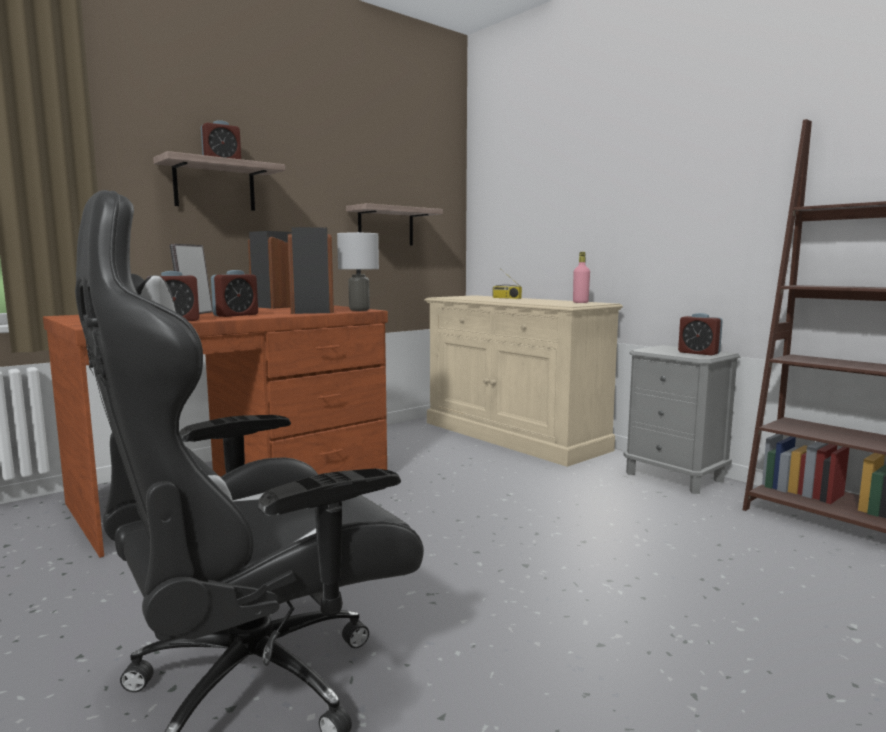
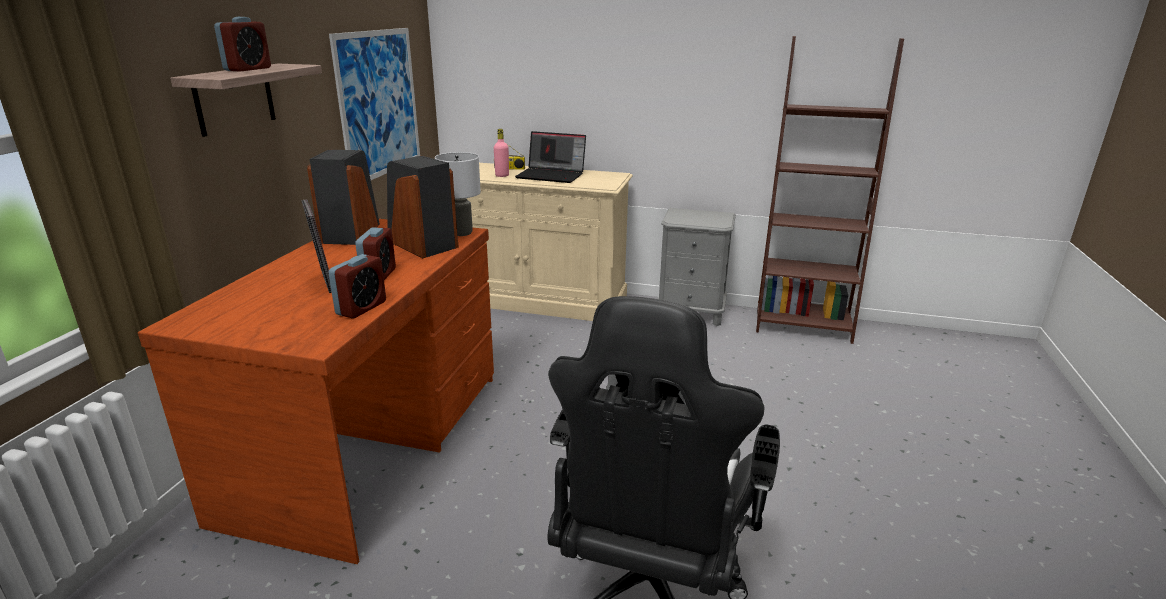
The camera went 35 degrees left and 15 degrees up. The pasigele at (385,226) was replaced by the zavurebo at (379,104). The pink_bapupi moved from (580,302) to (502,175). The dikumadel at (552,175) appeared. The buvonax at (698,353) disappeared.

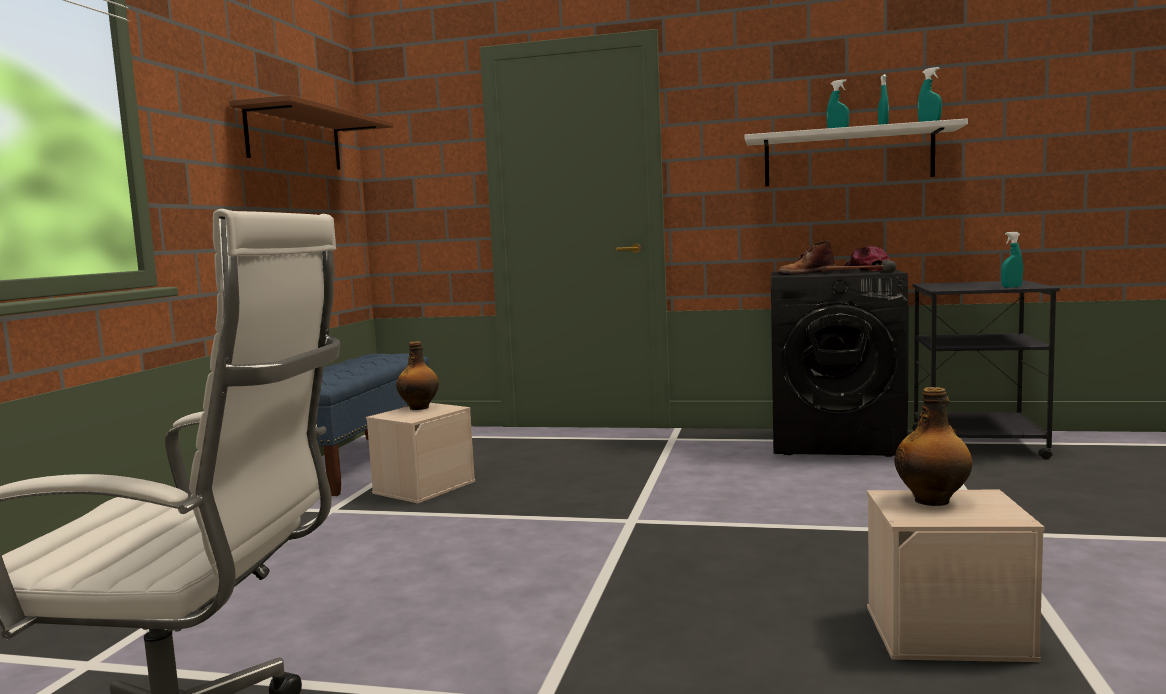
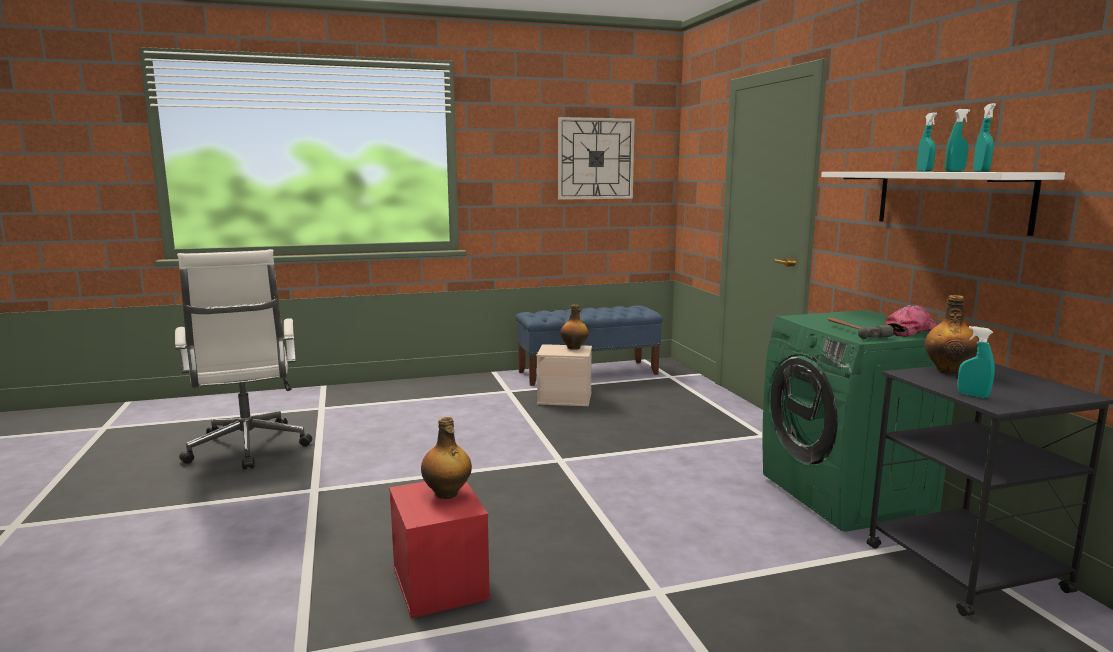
The camera went 60 degrees right and 5 degrees up. The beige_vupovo at (948,632) became the red_vupovo at (441,583). The brown_pasigele at (295,139) was replaced by the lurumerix at (595,158). The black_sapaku at (836,444) became the green_sapaku at (845,498). The bapupi at (948,371) appeared. The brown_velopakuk at (805,273) disappeared.

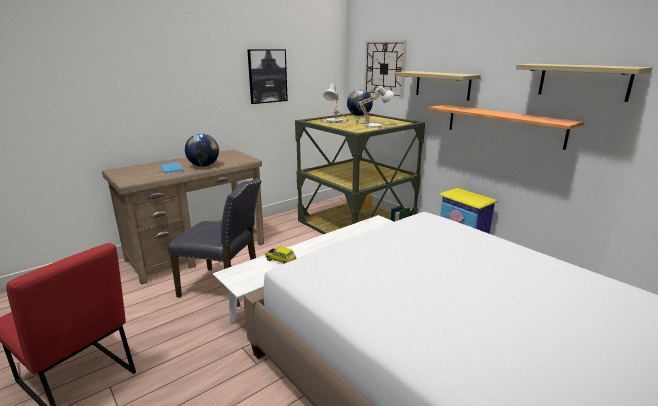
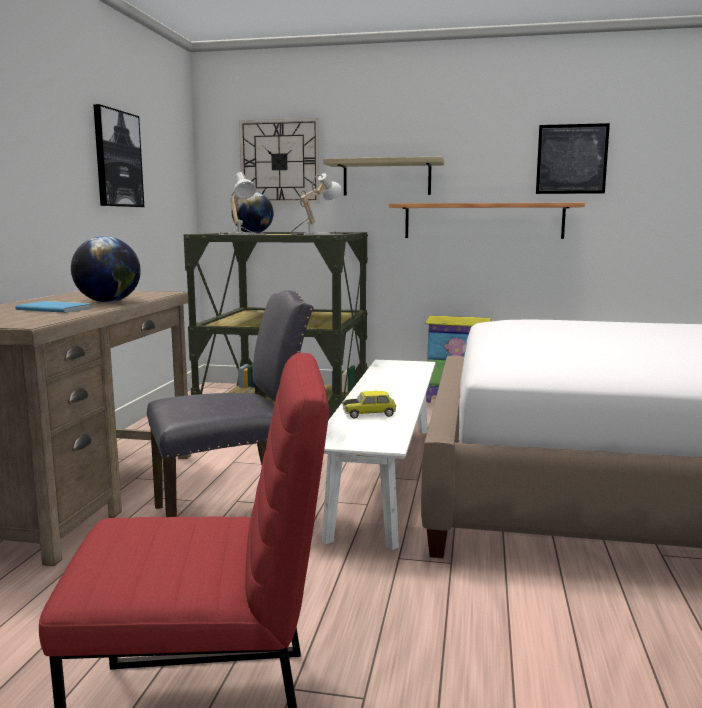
The camera went 40 degrees left and 10 degrees down. The pasigele at (583,81) was replaced by the zavurebo at (571,159).

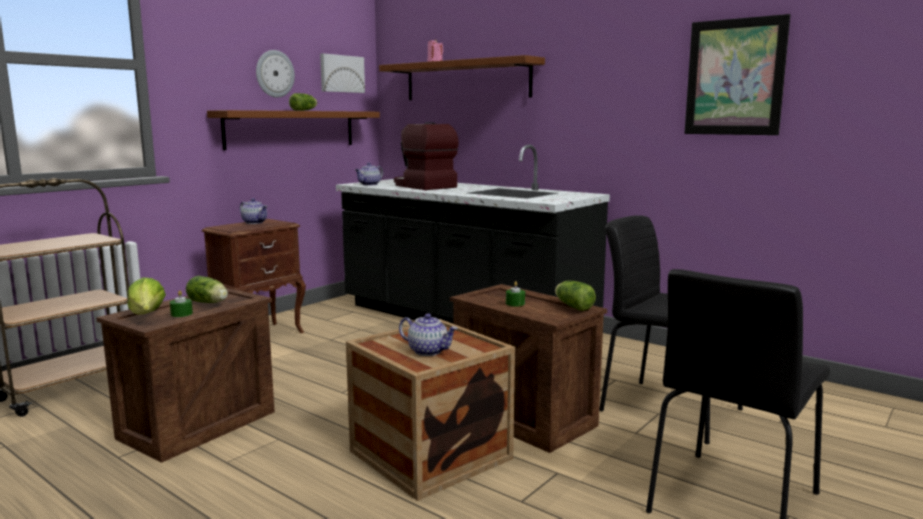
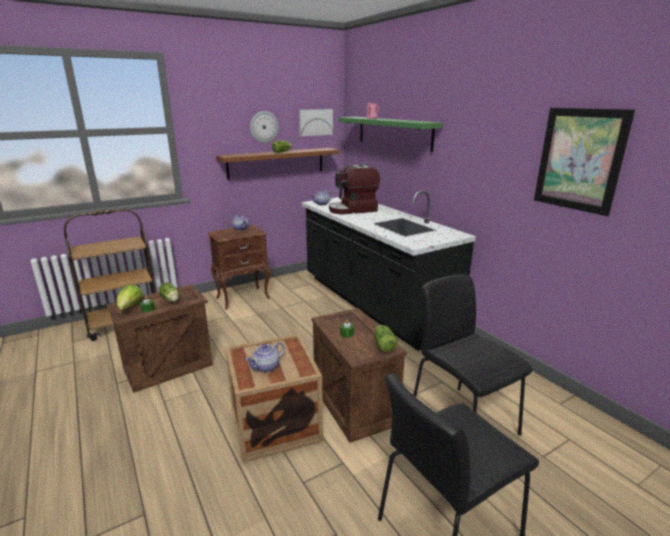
The camera went 20 degrees right and 10 degrees up. The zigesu at (428,351) turned 90 degrees clockwise. The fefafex at (423,186) turned 90 degrees counterclockwise. The brown_pasigele at (466,80) became the green_pasigele at (393,132).

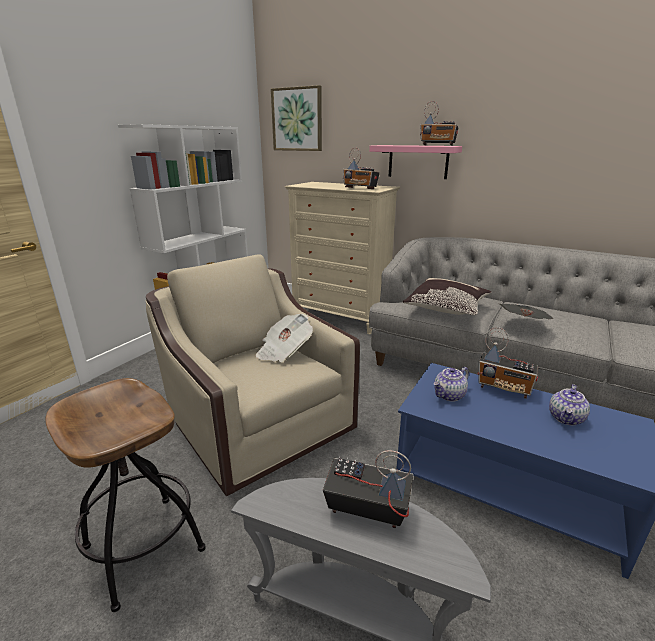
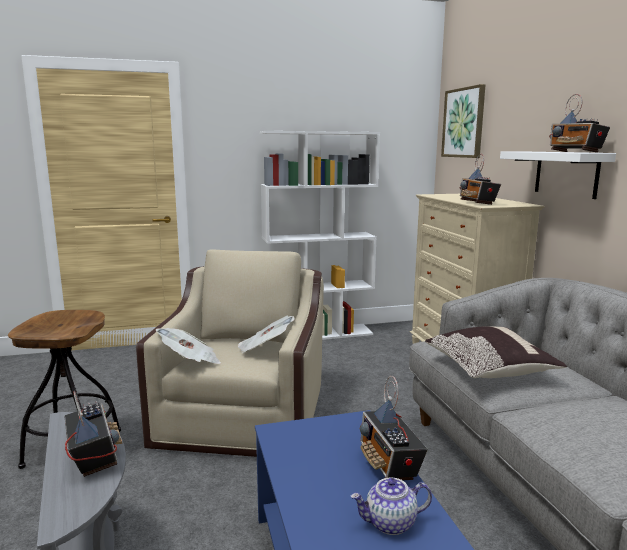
The camera went 45 degrees right and 10 degrees down. The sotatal moved from (523,324) to (190,361). The pink_pasigele at (418,161) became the white_pasigele at (566,173). The zigesu at (449,395) disappeared.

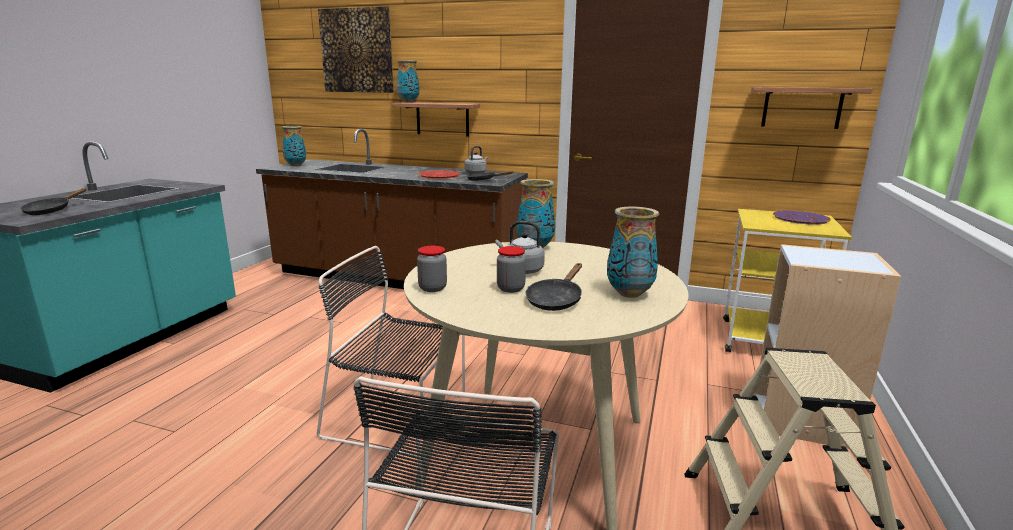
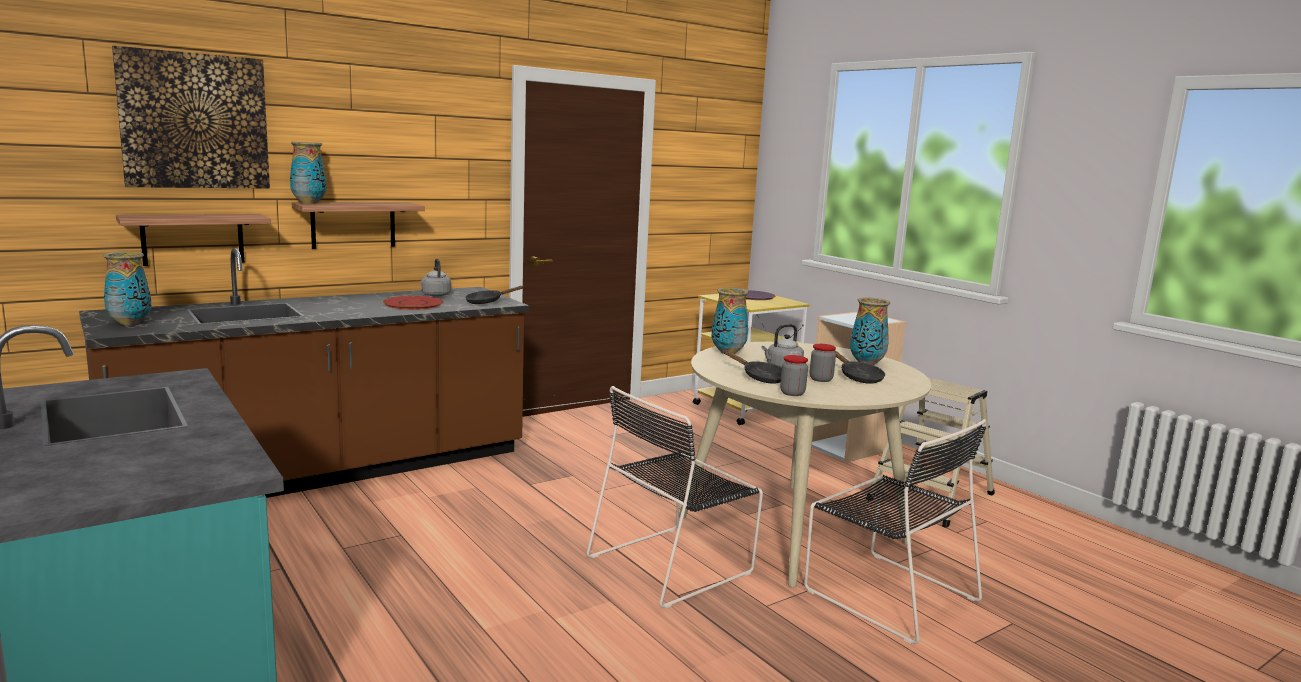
The camera went 55 degrees left and 5 degrees down. The pasigele moved from (802,107) to (193,239). The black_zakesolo moved from (51,211) to (760,377).

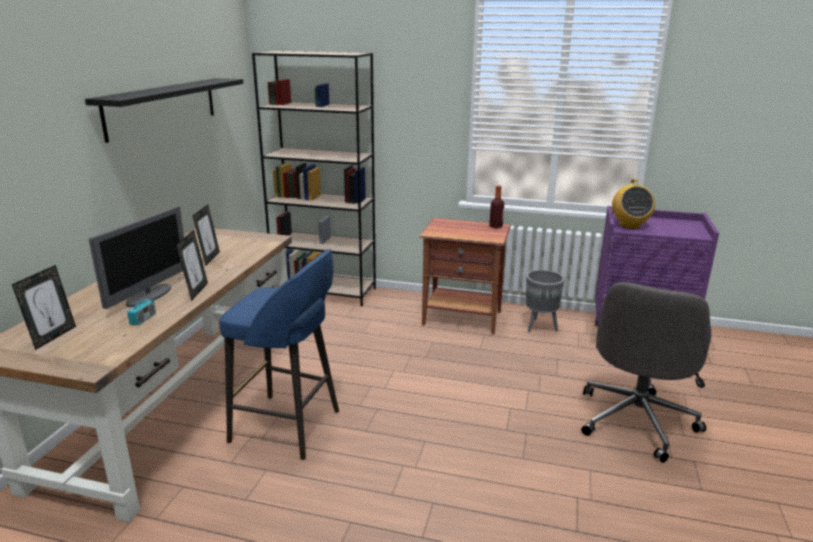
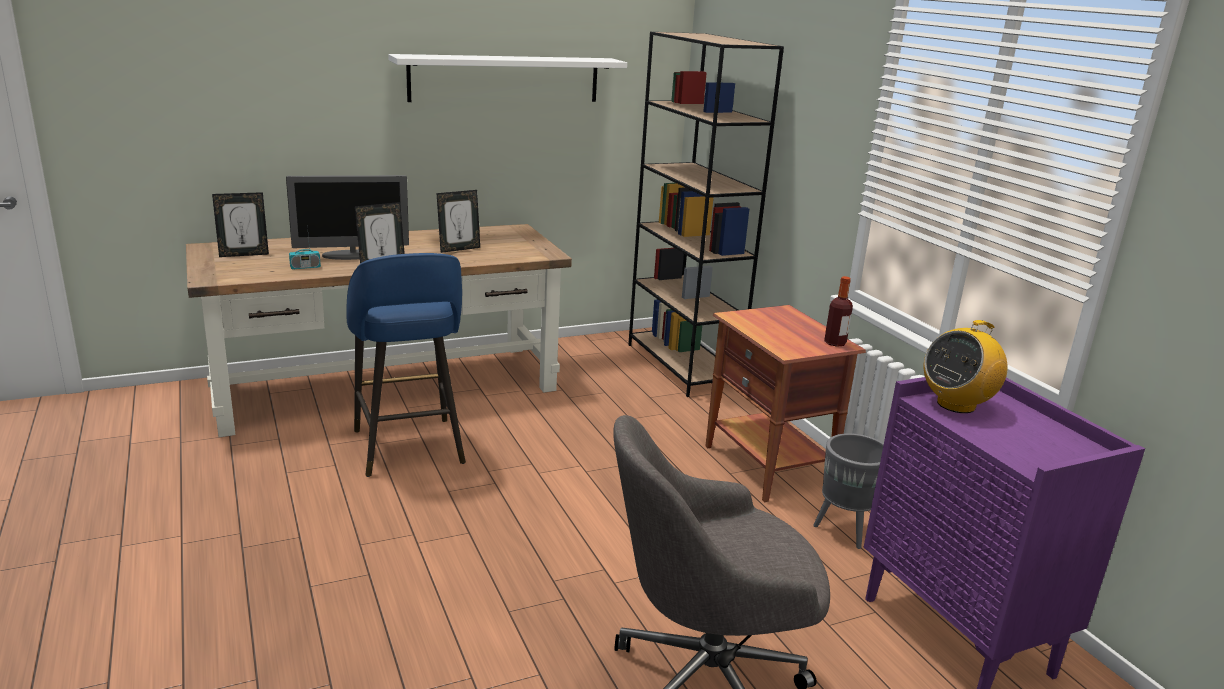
The camera went 50 degrees right and 0 degrees up. The black_pasigele at (163,107) became the white_pasigele at (505,79).

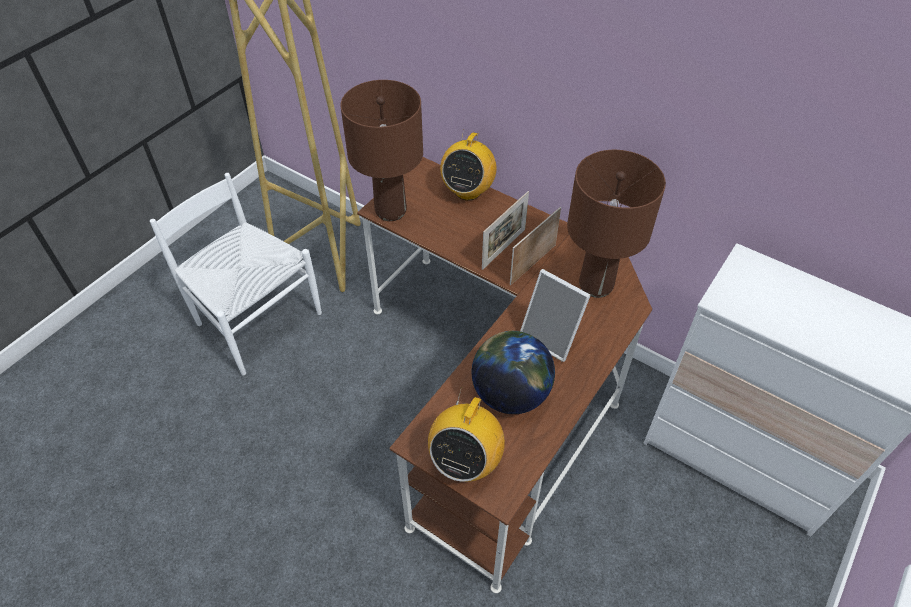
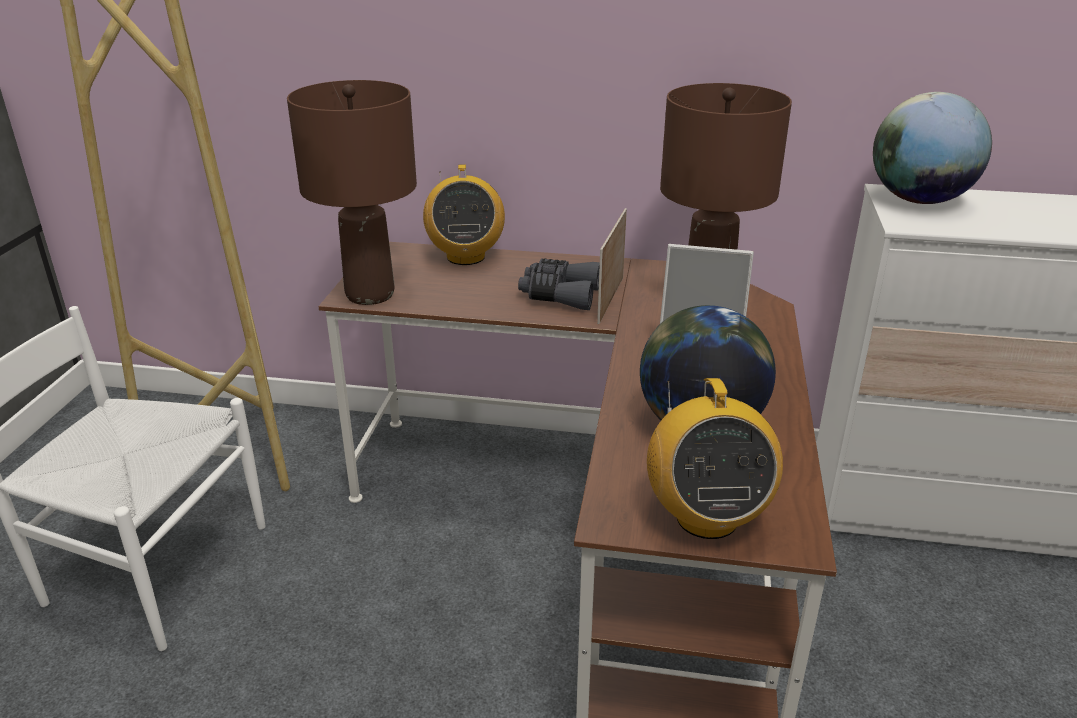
The camera went 25 degrees left and 20 degrees down. The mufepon at (503,249) was replaced by the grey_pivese at (559,295). The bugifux at (918,200) appeared.

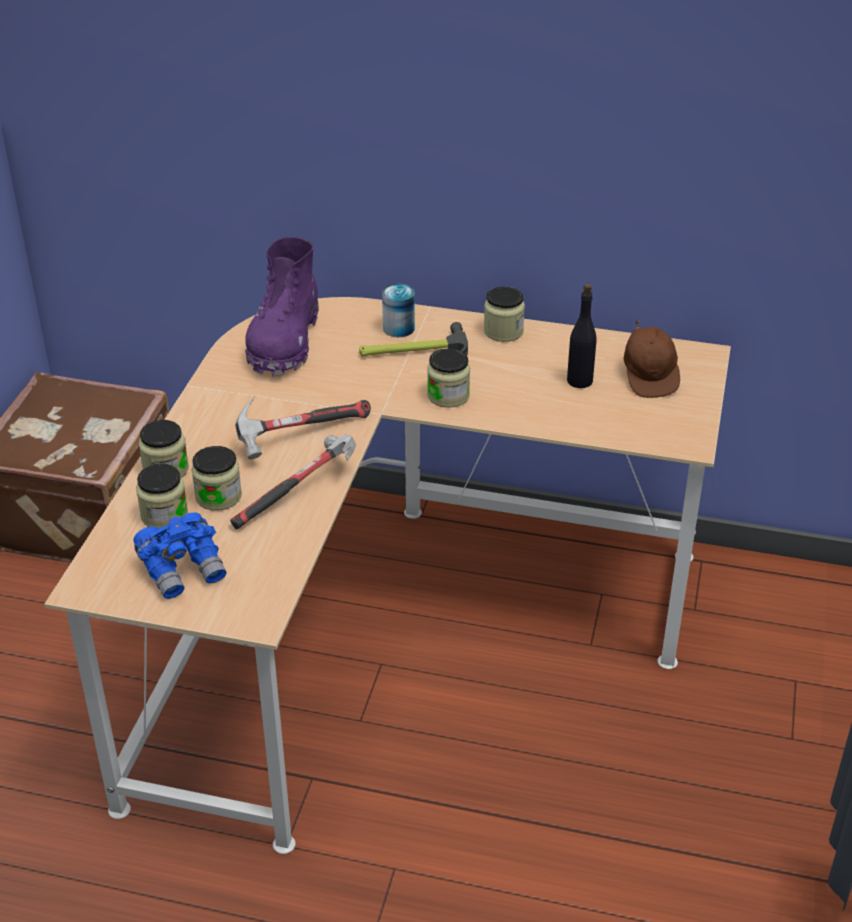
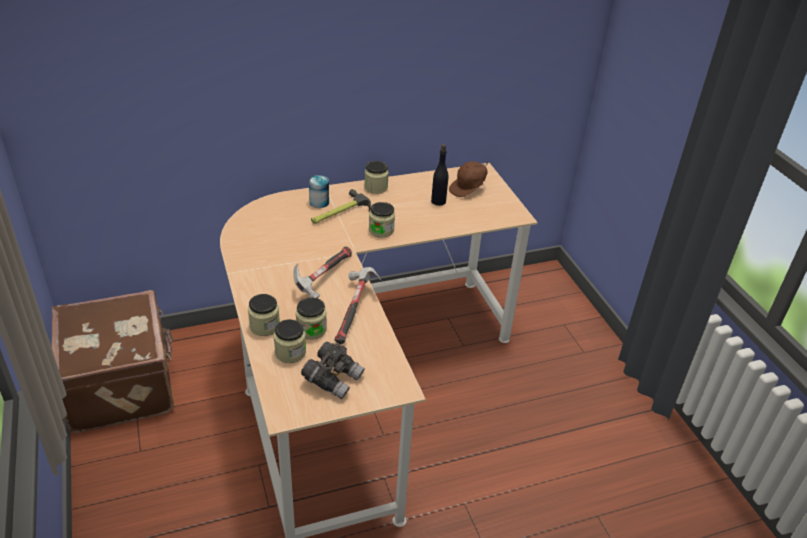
The camera went 35 degrees left and 0 degrees up. The blue_pivese at (183,569) became the grey_pivese at (333,379). The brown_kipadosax at (650,376) turned 90 degrees clockwise. The purple_velopakuk at (284,342) disappeared.

